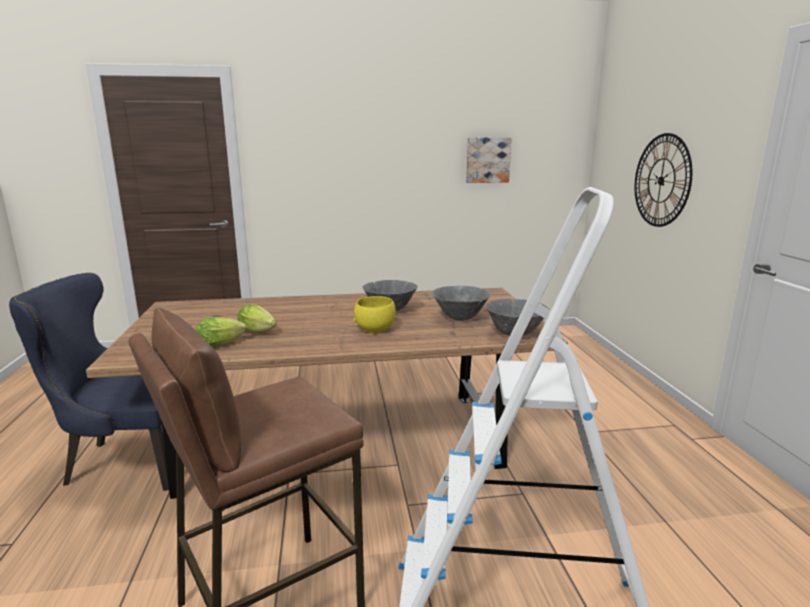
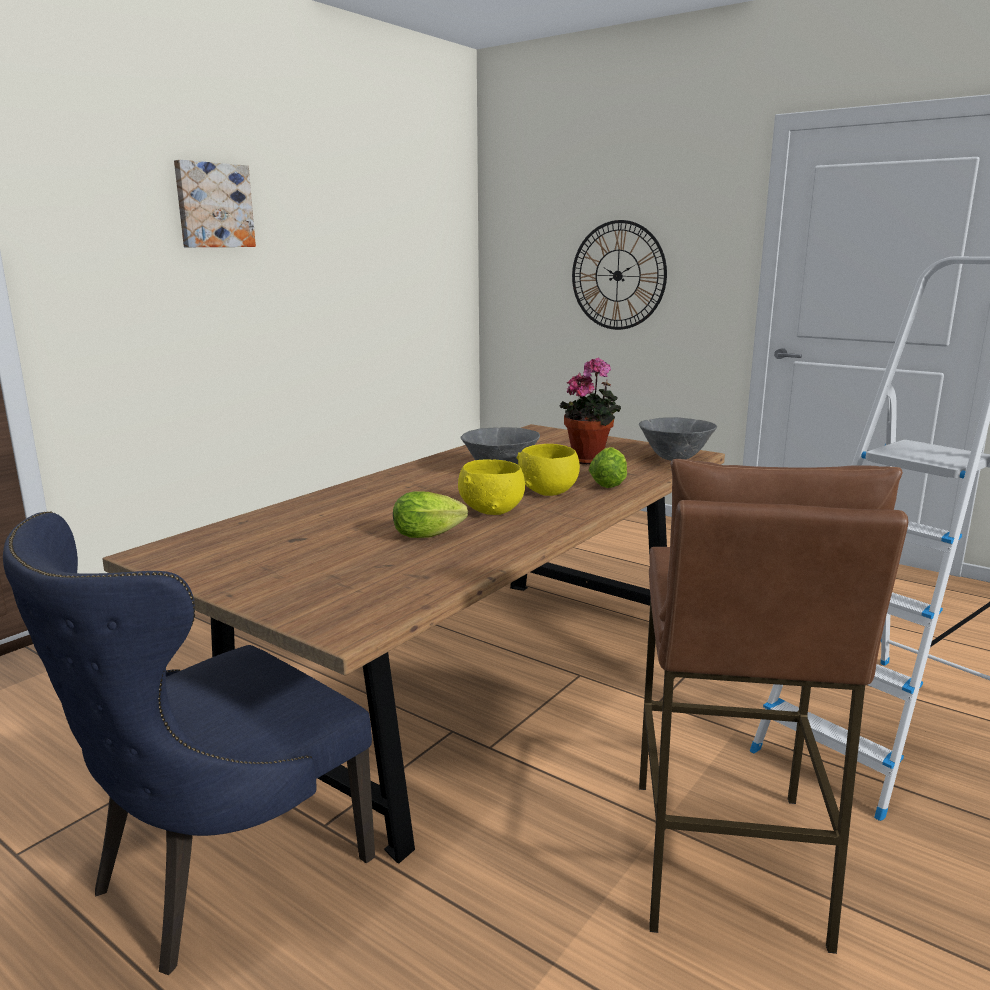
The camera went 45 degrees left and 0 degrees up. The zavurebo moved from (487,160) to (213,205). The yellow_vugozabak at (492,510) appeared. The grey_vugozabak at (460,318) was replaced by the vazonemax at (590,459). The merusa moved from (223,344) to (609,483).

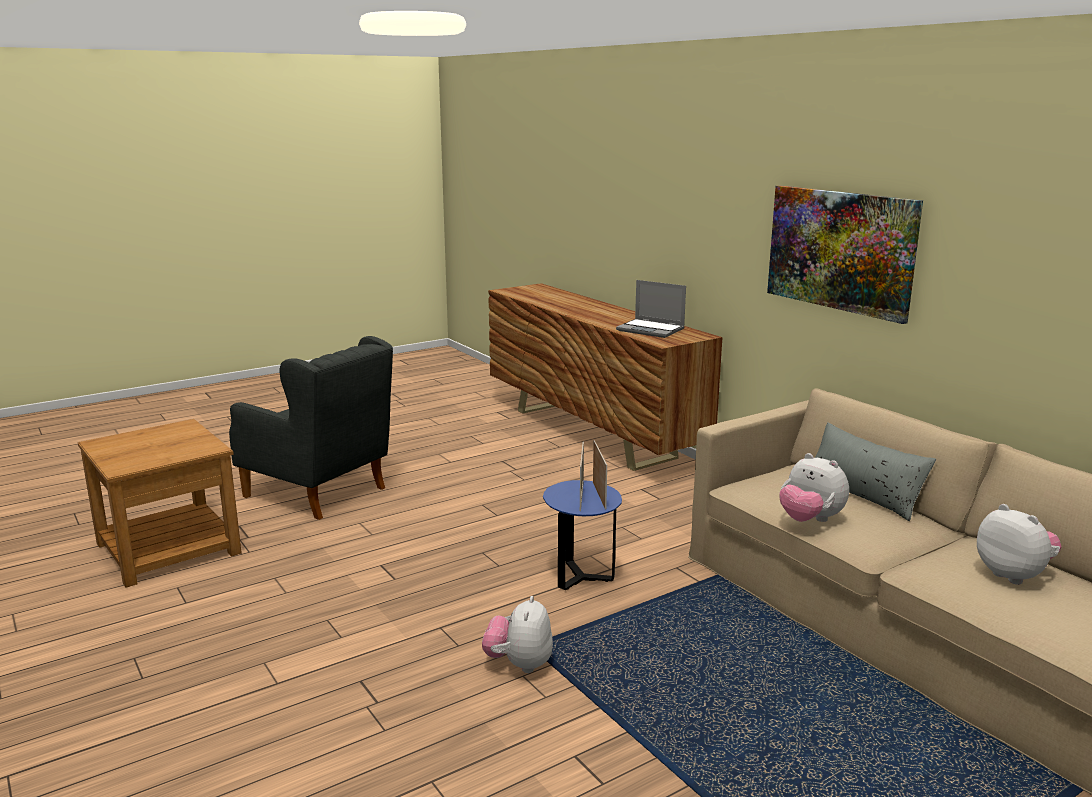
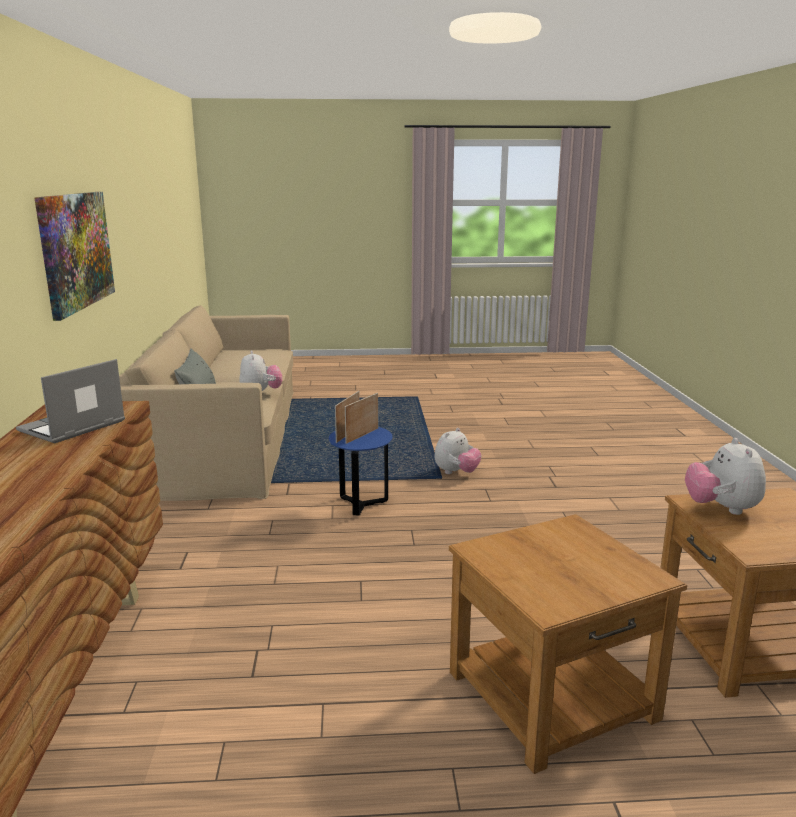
The camera went 150 degrees left and 0 degrees up. The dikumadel at (651,330) turned 120 degrees counterclockwise. The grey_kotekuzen at (319,492) was replaced by the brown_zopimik at (551,695). The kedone moved from (1013,575) to (721,509).

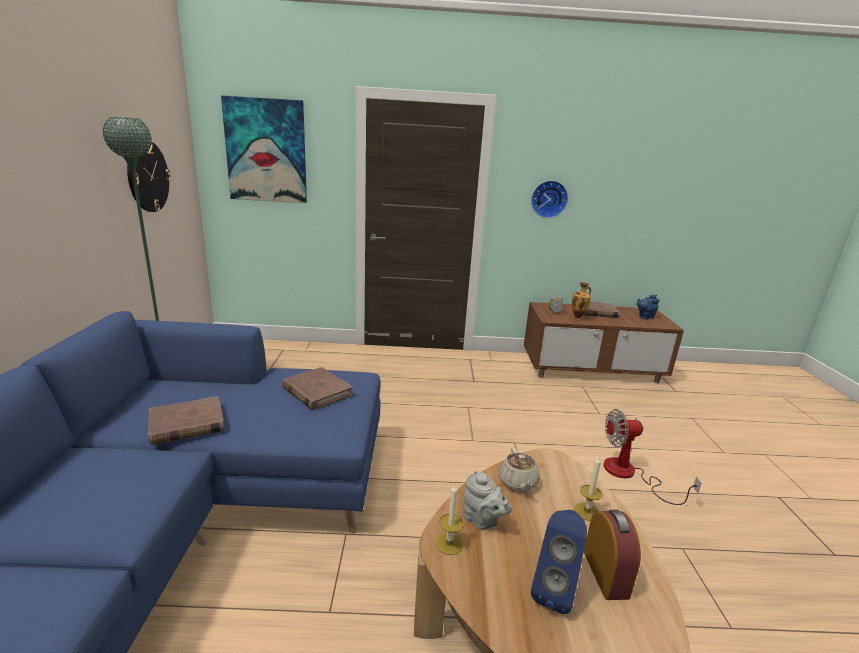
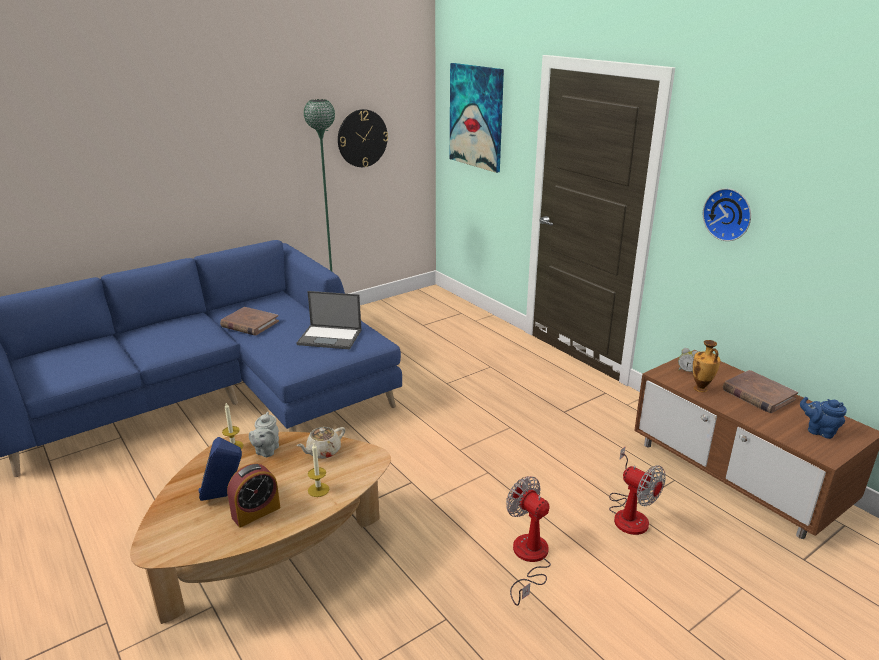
The camera went 55 degrees right and 5 degrees up. The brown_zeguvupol at (316,391) was replaced by the dikumadel at (330,337). The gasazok at (629,513) appeared.

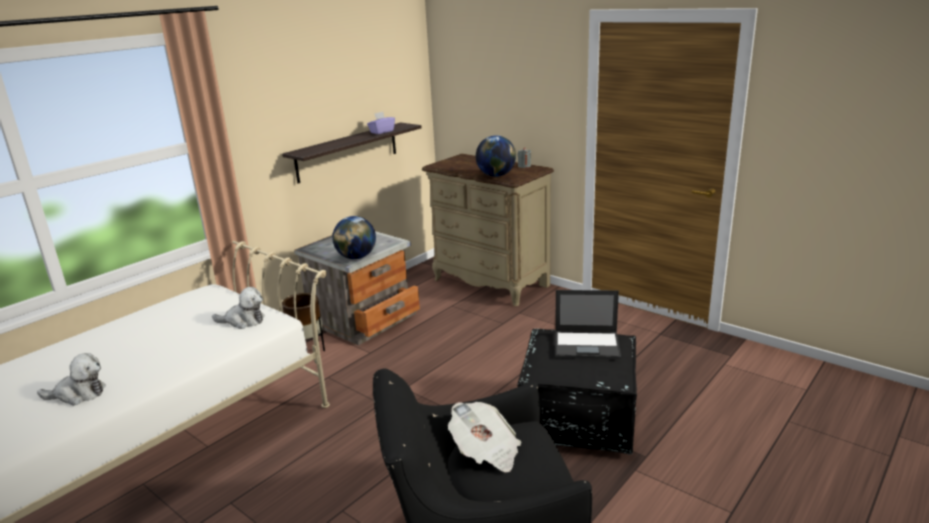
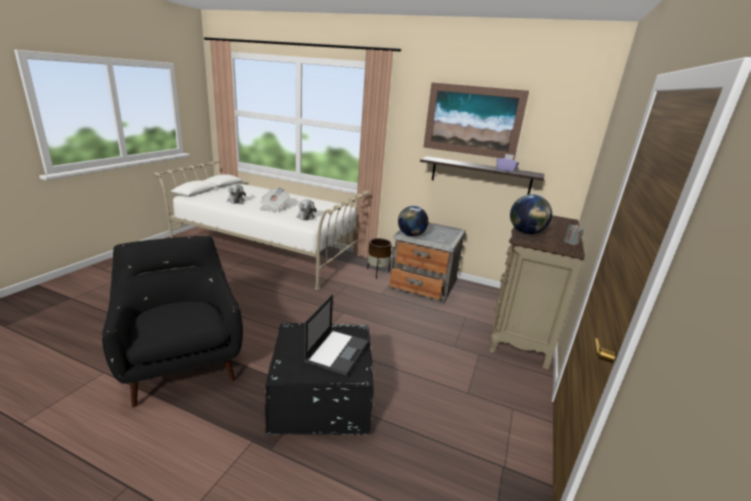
The camera went 70 degrees right and 0 degrees up. The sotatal moved from (486,452) to (273,207). The dikumadel at (587,345) turned 150 degrees counterclockwise. The zavurebo at (472,121) appeared.

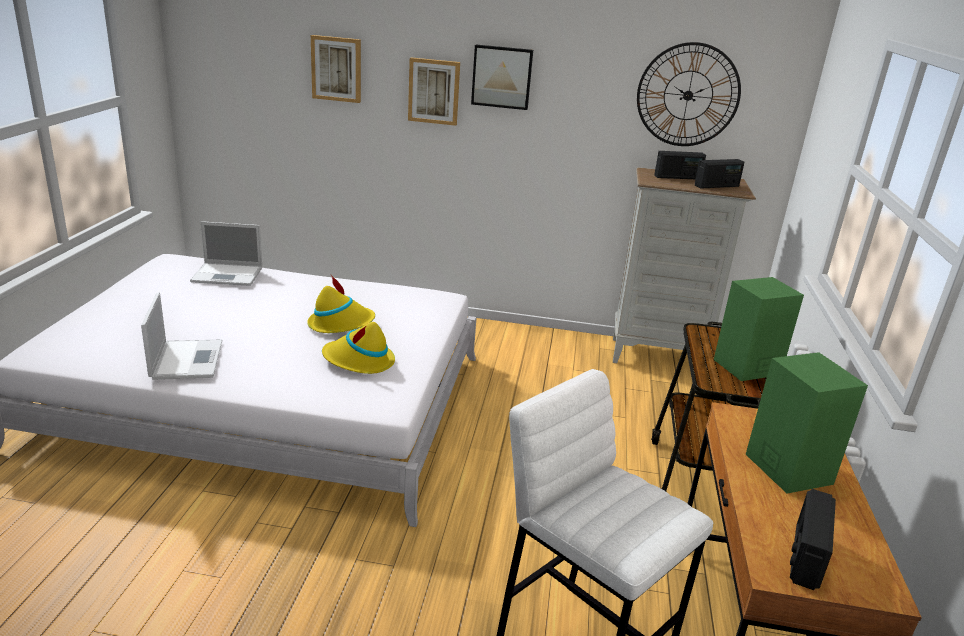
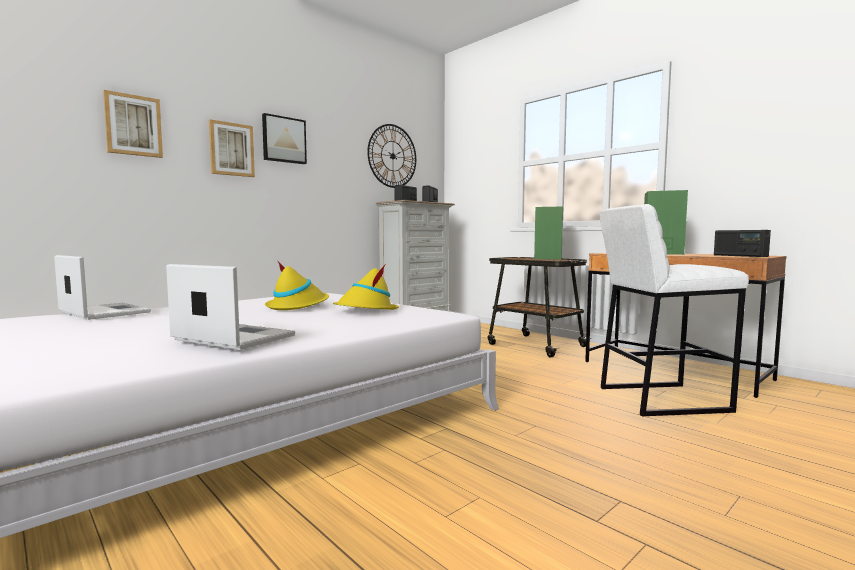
The camera went 50 degrees left and 20 degrees down. The dikumadel at (229,275) turned 90 degrees counterclockwise.

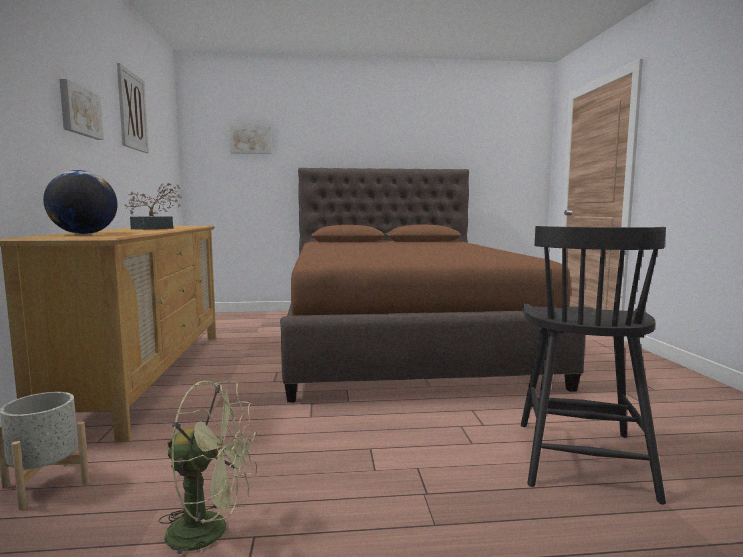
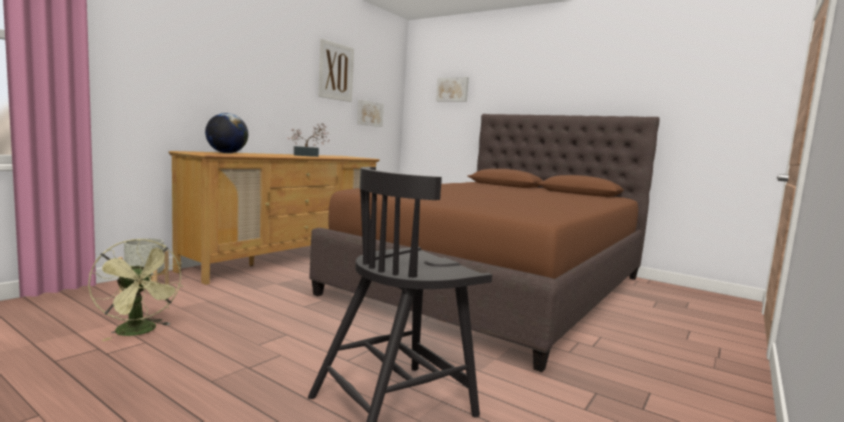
The camera went 40 degrees right and 0 degrees up. The zavurebo moved from (79,111) to (369,113).

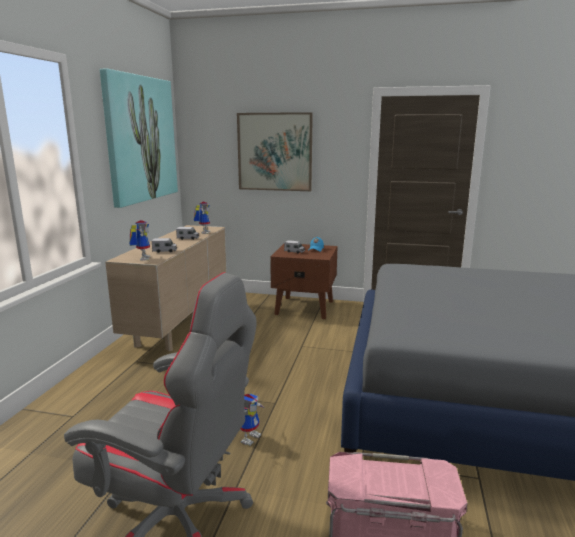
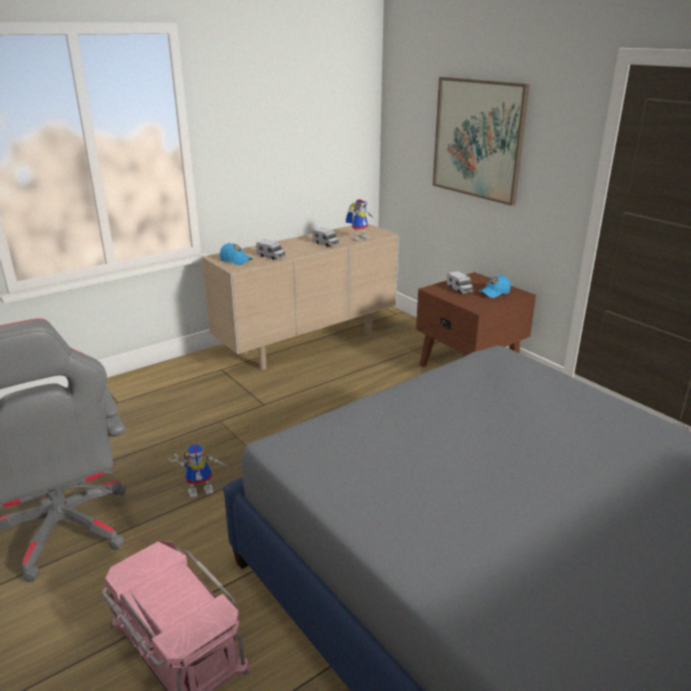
The camera went 40 degrees right and 10 degrees up. The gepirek at (142,258) was replaced by the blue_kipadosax at (236,261). The zavurebo at (140,139) disappeared.

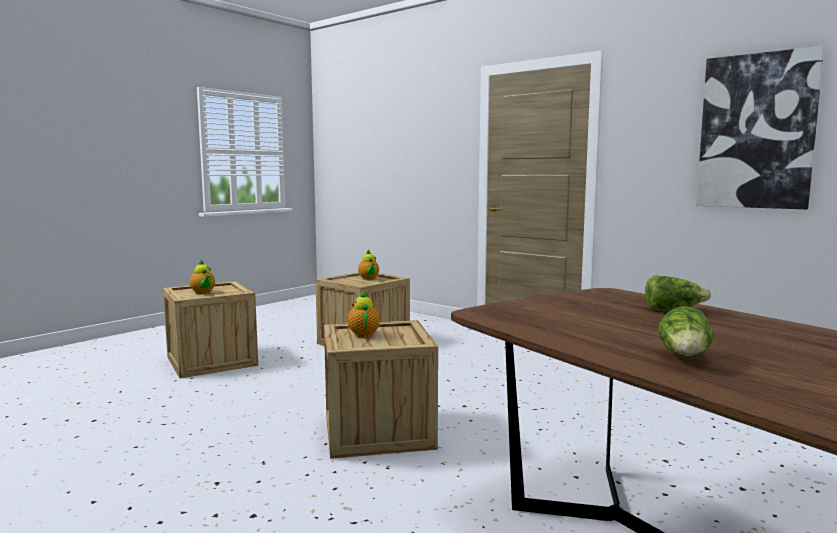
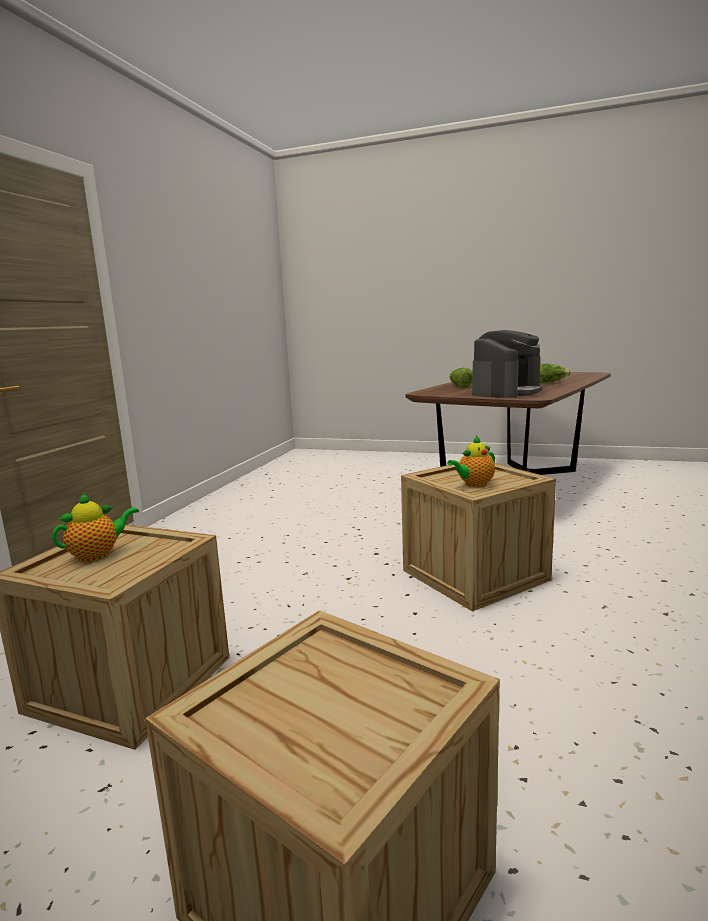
The camera went 110 degrees left and 5 degrees up. The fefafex at (506,392) appeared. The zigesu at (203,293) disappeared. The zavurebo at (756,131) disappeared.

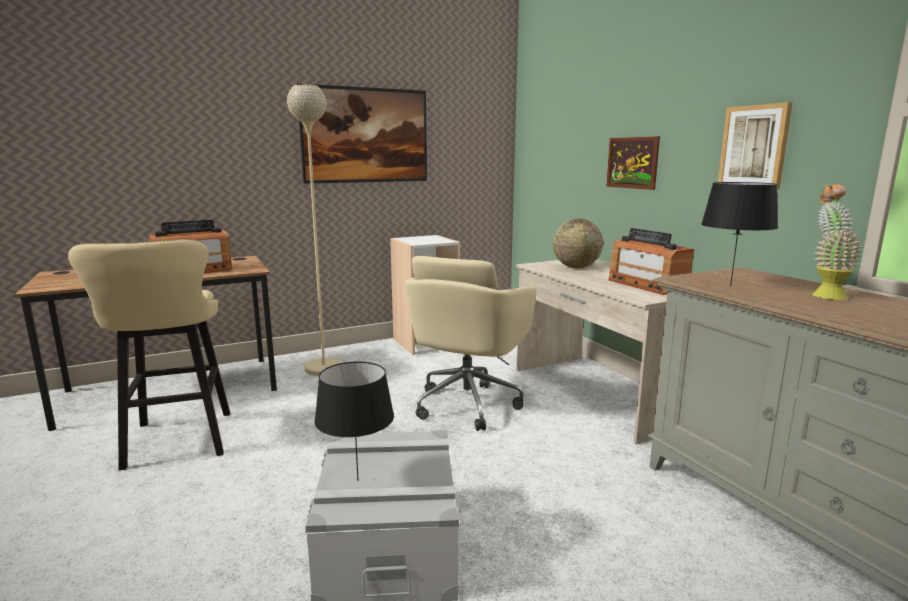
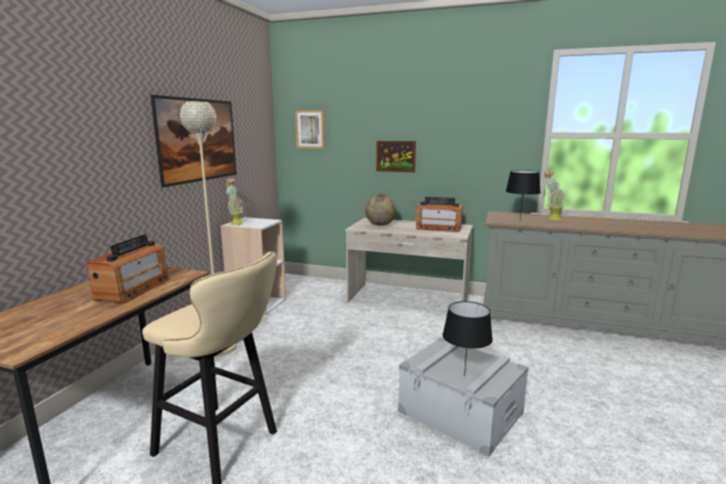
The camera went 45 degrees left and 0 degrees up. The vazonemax at (235,223) appeared. The zavurebo moved from (754,147) to (310,129). The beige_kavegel at (469,403) disappeared.

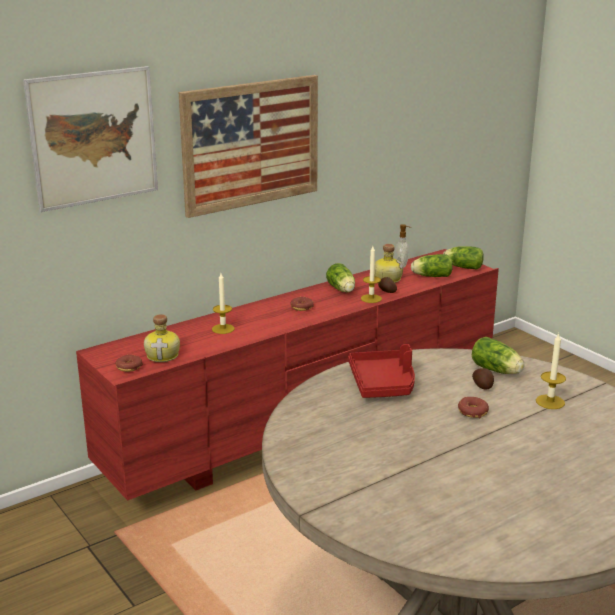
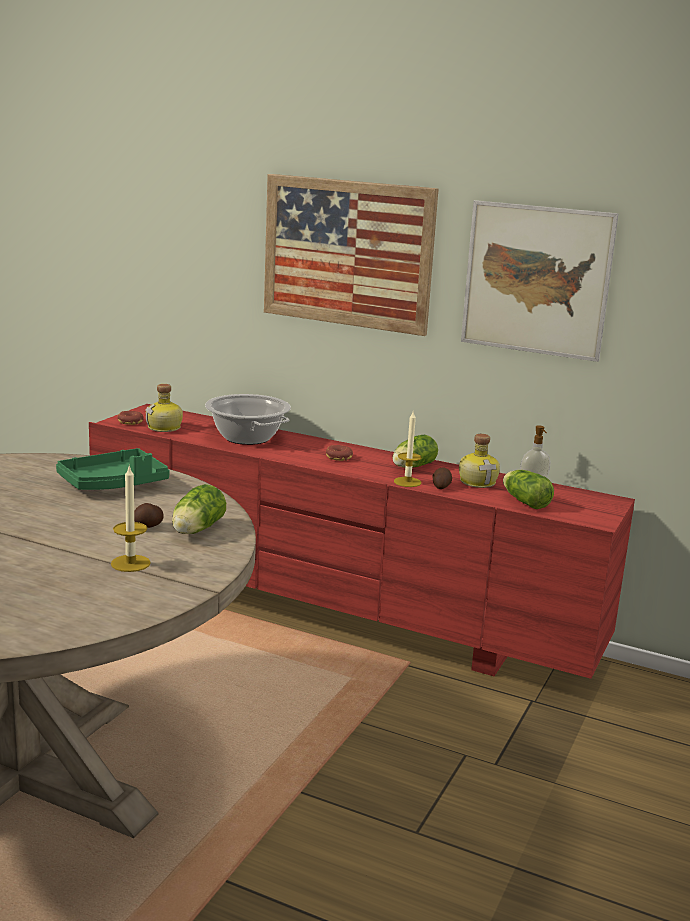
The camera went 60 degrees right and 5 degrees down. The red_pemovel at (383,384) became the green_pemovel at (114,484). The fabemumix at (223,329) was replaced by the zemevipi at (246,437). The zavurebo moved from (94,137) to (536,280). The merusa at (462,267) disappeared. The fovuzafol at (472,412) disappeared.

